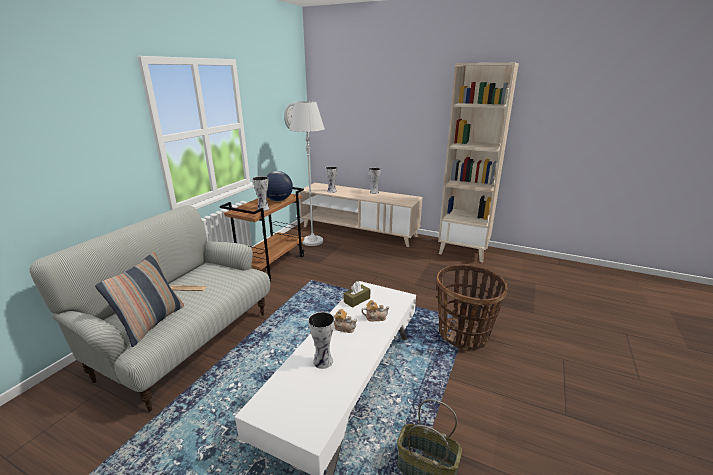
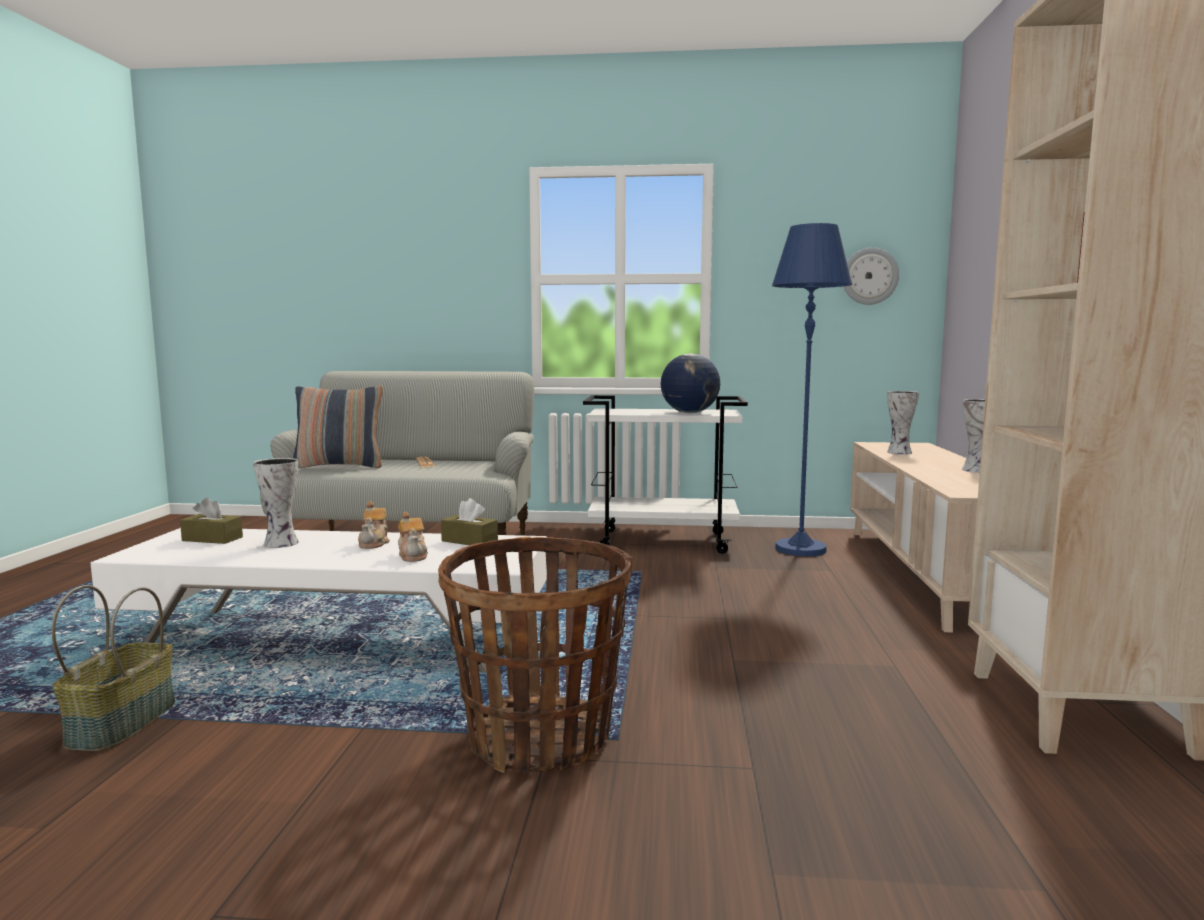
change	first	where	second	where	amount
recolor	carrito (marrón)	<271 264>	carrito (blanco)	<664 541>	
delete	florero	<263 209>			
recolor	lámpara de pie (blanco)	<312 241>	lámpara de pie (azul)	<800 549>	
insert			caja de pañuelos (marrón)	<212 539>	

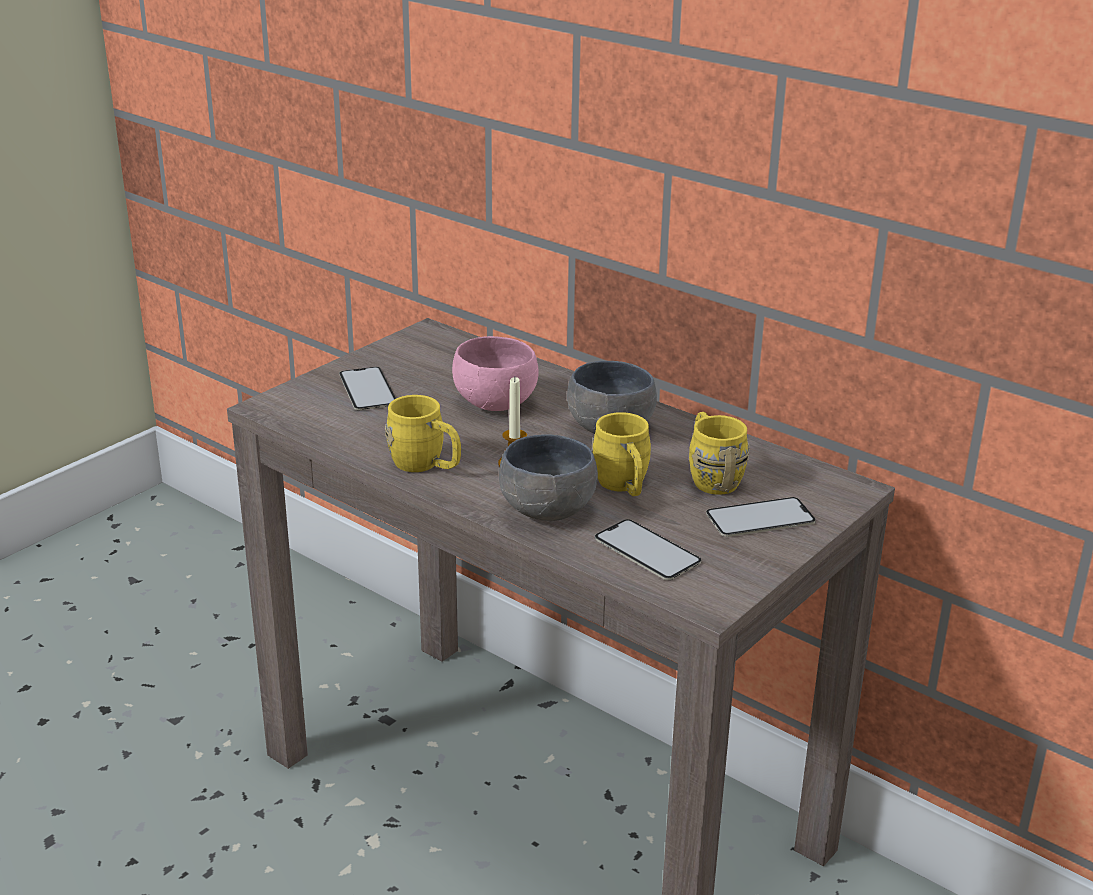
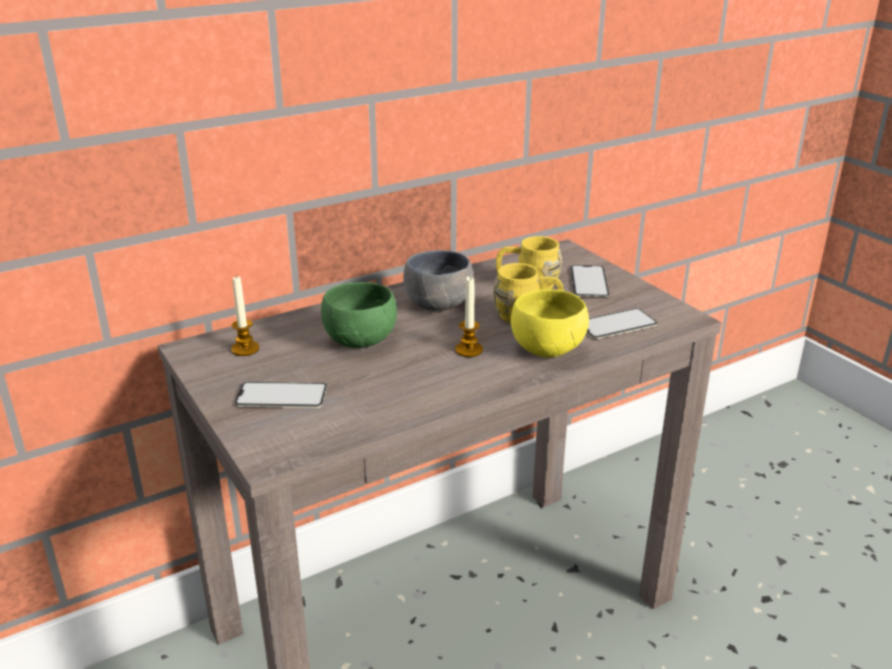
change	first	where	second	where	amount
delete	taza grande (amarillo)	<426 466>			
recolor	cuenco (rosa)	<498 403>	cuenco (verde)	<360 339>	
recolor	cuenco (gris)	<550 509>	cuenco (amarillo)	<545 348>	
insert			vela	<245 349>	

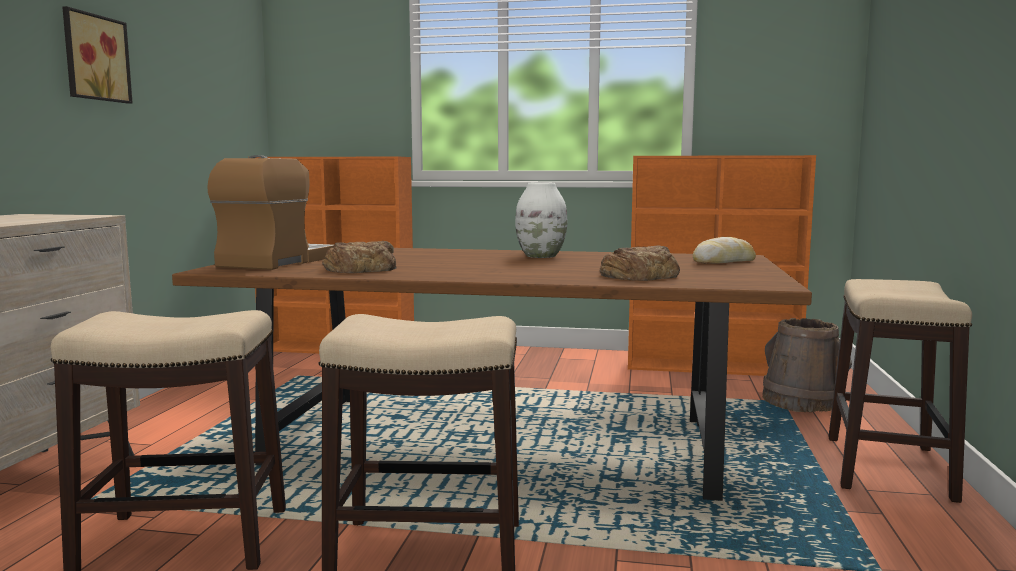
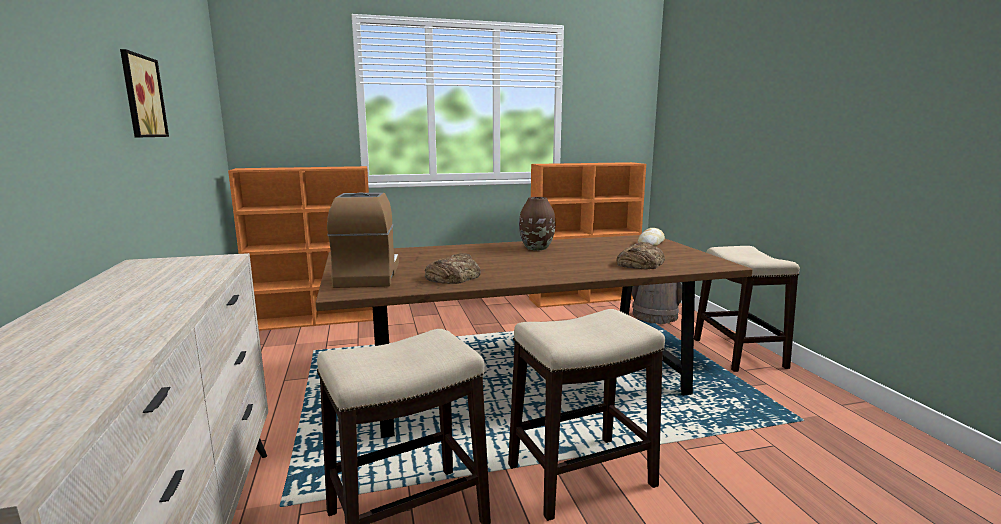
change	first	where	second	where	amount
recolor	florero (blanco)	<541 256>	florero (marrón)	<537 248>	

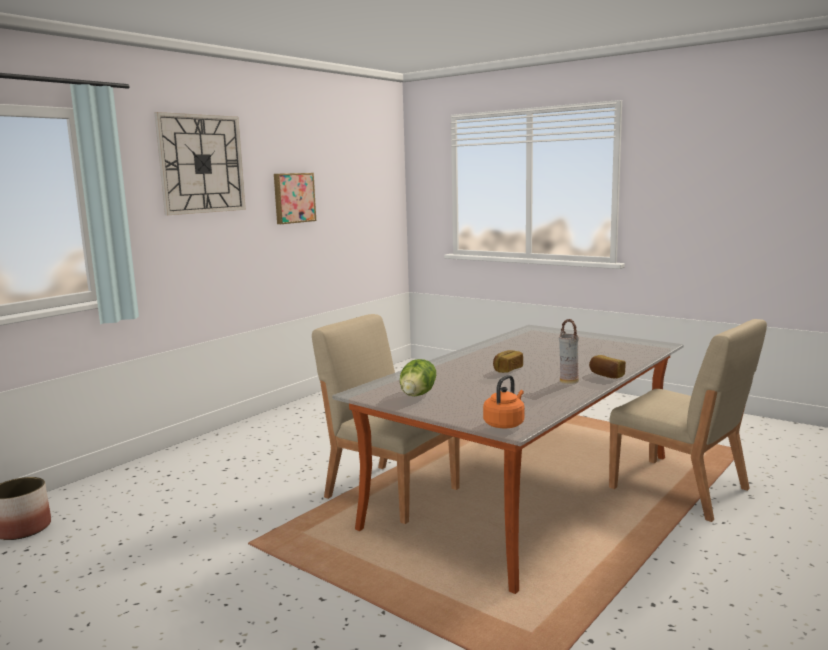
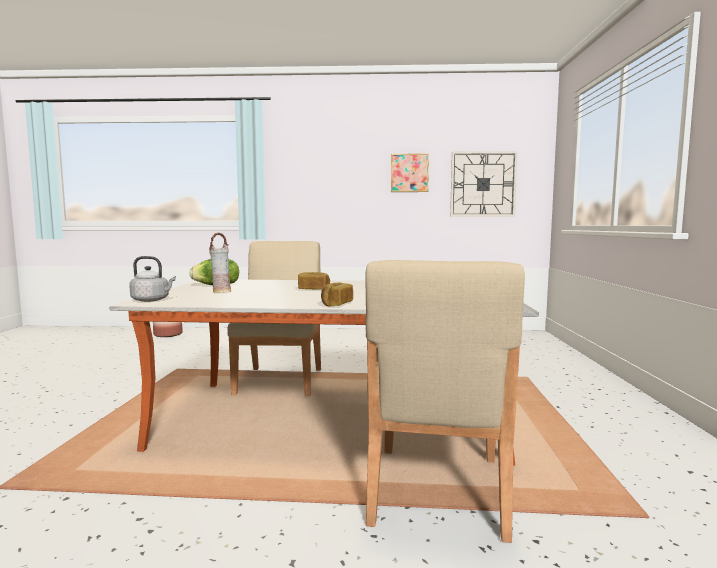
change	first	where	second	where	amount
move	reloj de pared	<201 164>		<483 184>	
recolor	hervidor (naranja)	<505 424>	hervidor (gris)	<152 300>	
move	florero	<568 381>		<221 292>	

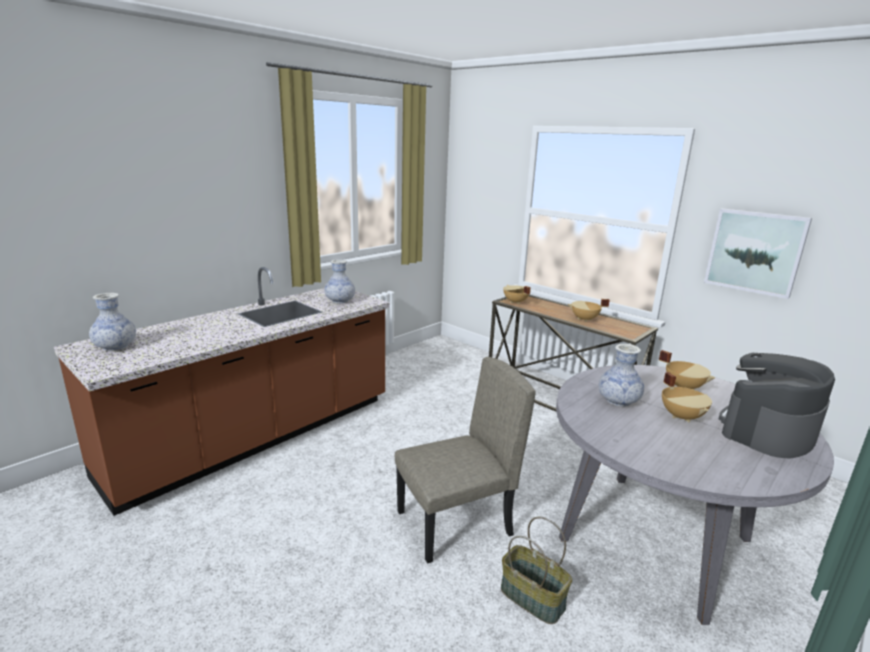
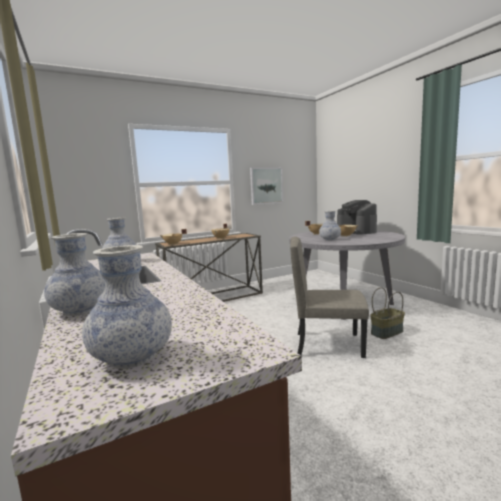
change	first	where	second	where	amount
rotate	silla (beis)	<454 524>		<328 344>	75 degrees counterclockwise
insert			florero	<81 310>	

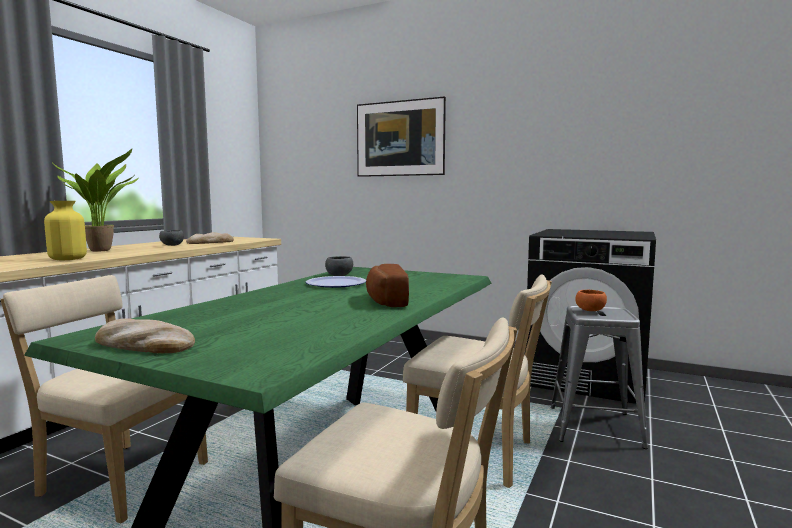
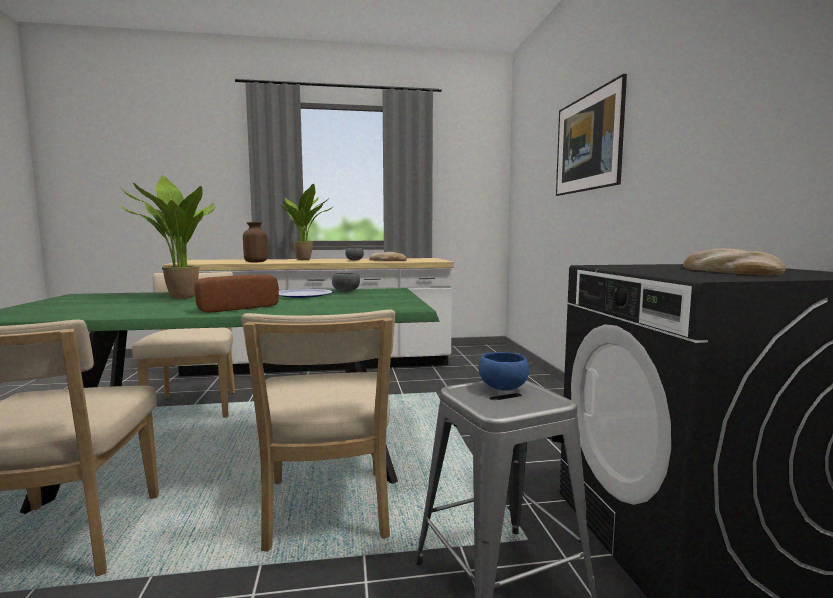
change	first	where	second	where	amount
recolor	florero (amarillo)	<68 259>	florero (marrón)	<256 262>	
move	pan	<143 345>		<727 271>	
recolor	cuenco (naranja)	<591 310>	cuenco (azul)	<502 388>	
insert			planta en maceta	<178 298>	

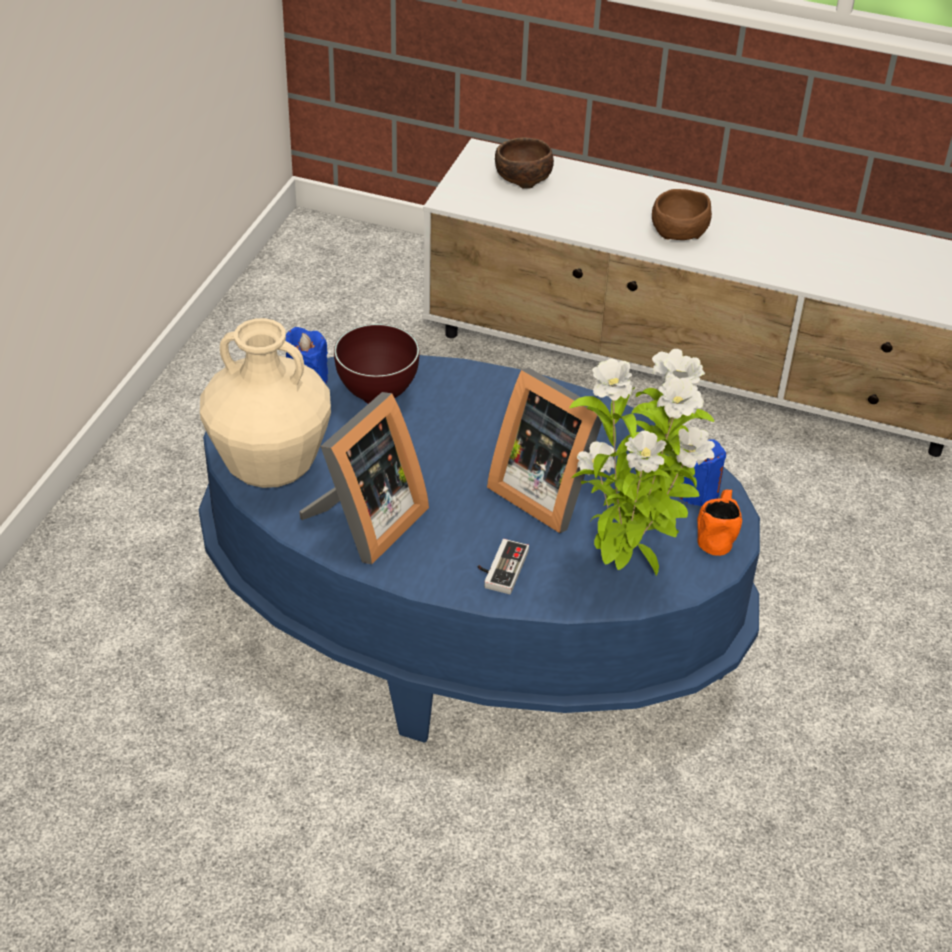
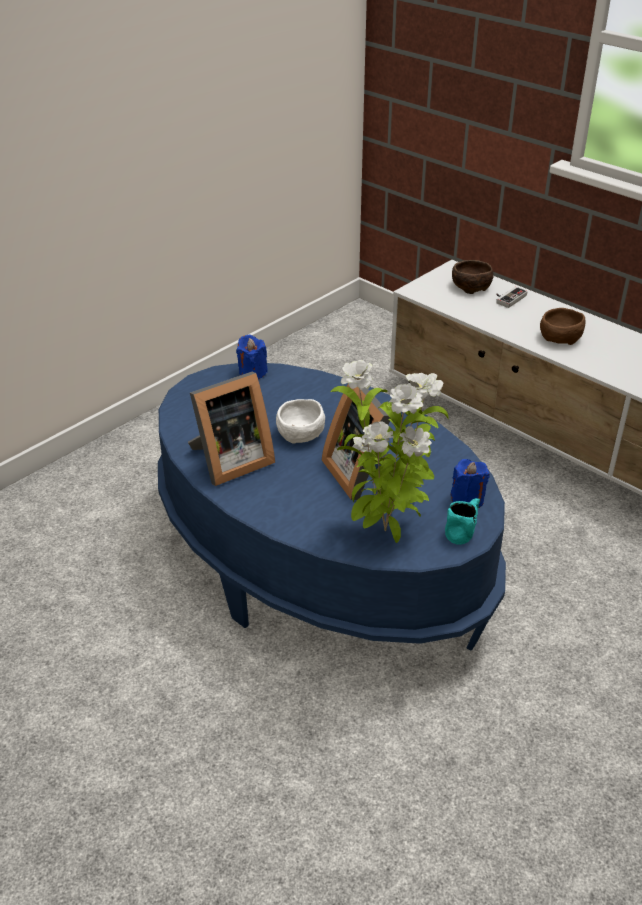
change	first	where	second	where	amount
delete	florero (beis)	<272 469>			
delete	cuenco (marrón)	<375 397>			
move	mando de consola	<500 568>		<508 298>	
recolor	taza grande (naranja)	<716 534>	taza grande (turquesa)	<463 530>	
insert			cuenco (blanco)	<299 434>	

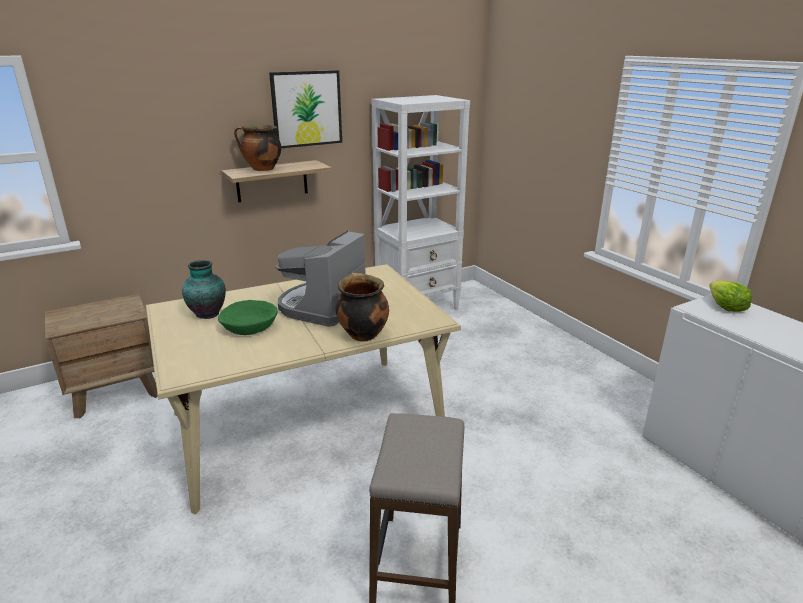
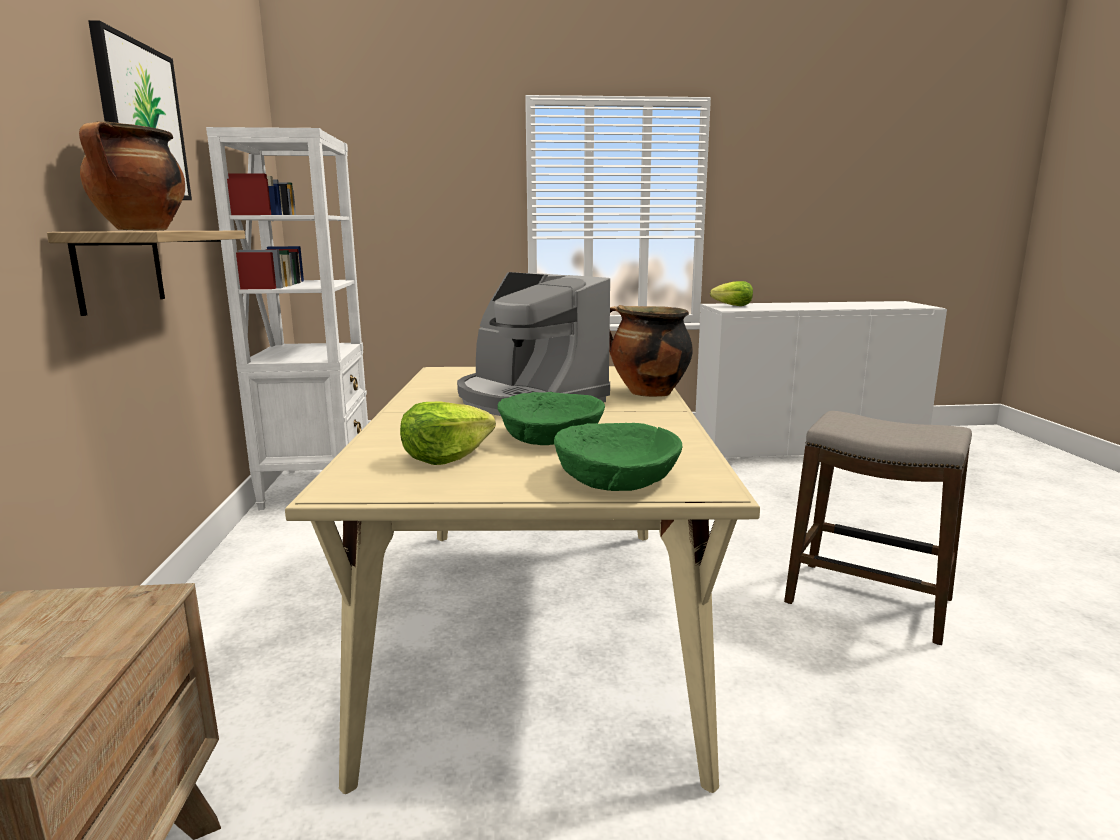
change	first	where	second	where	amount
replace	florero	<208 313>	lechuga	<445 457>	
insert			cuenco (verde)	<616 477>	

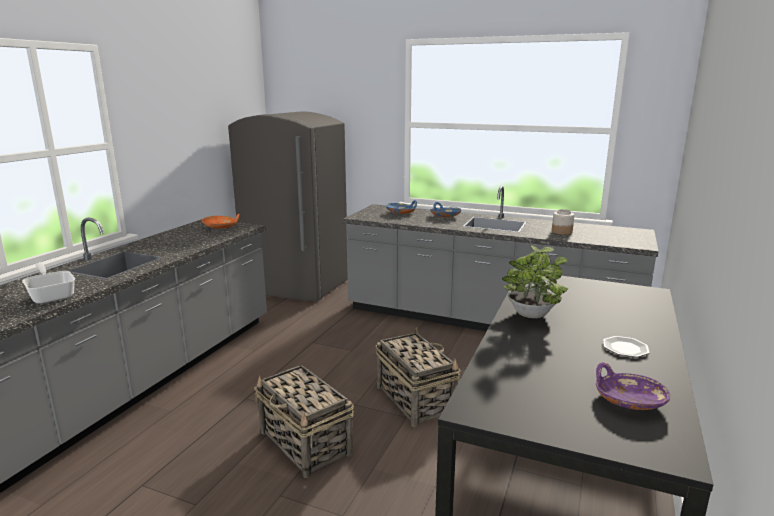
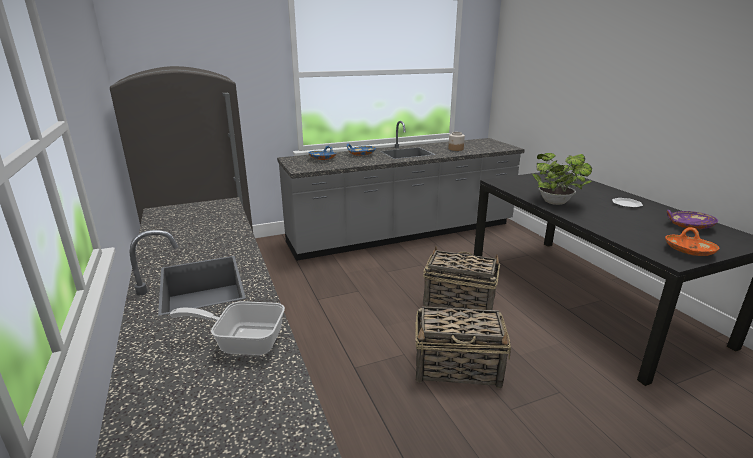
change	first	where	second	where	amount
move	cuenco (naranja)	<221 227>		<688 251>	

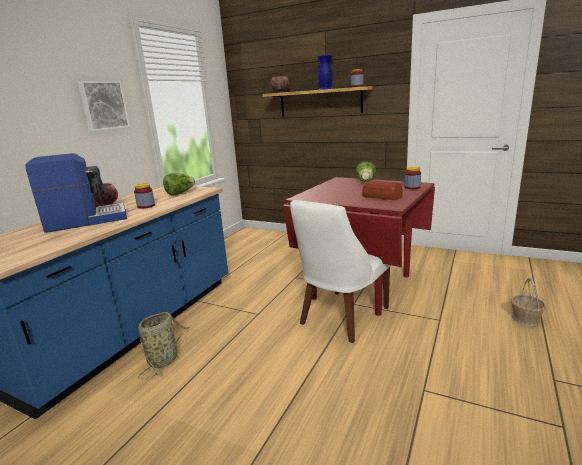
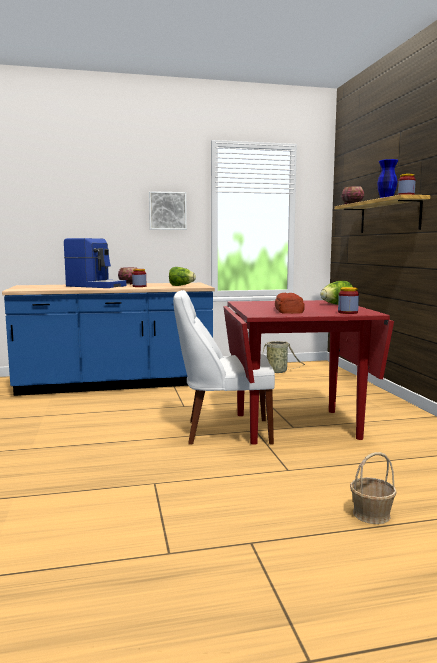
change	first	where	second	where	amount
move	cesta	<164 359>		<278 372>	

